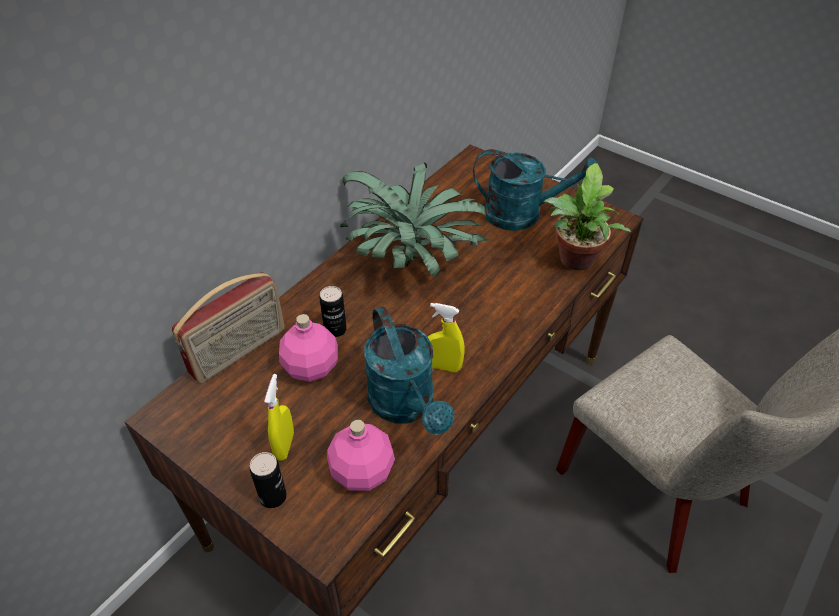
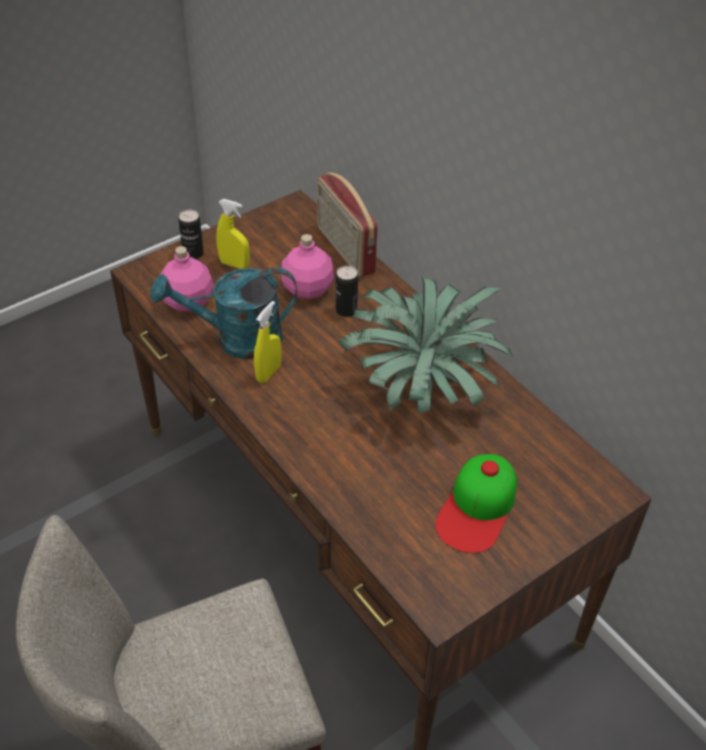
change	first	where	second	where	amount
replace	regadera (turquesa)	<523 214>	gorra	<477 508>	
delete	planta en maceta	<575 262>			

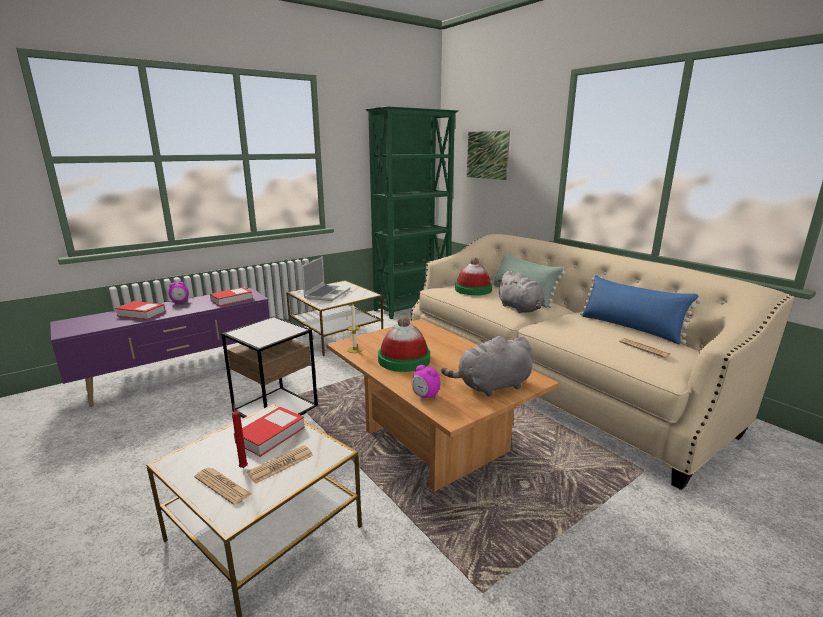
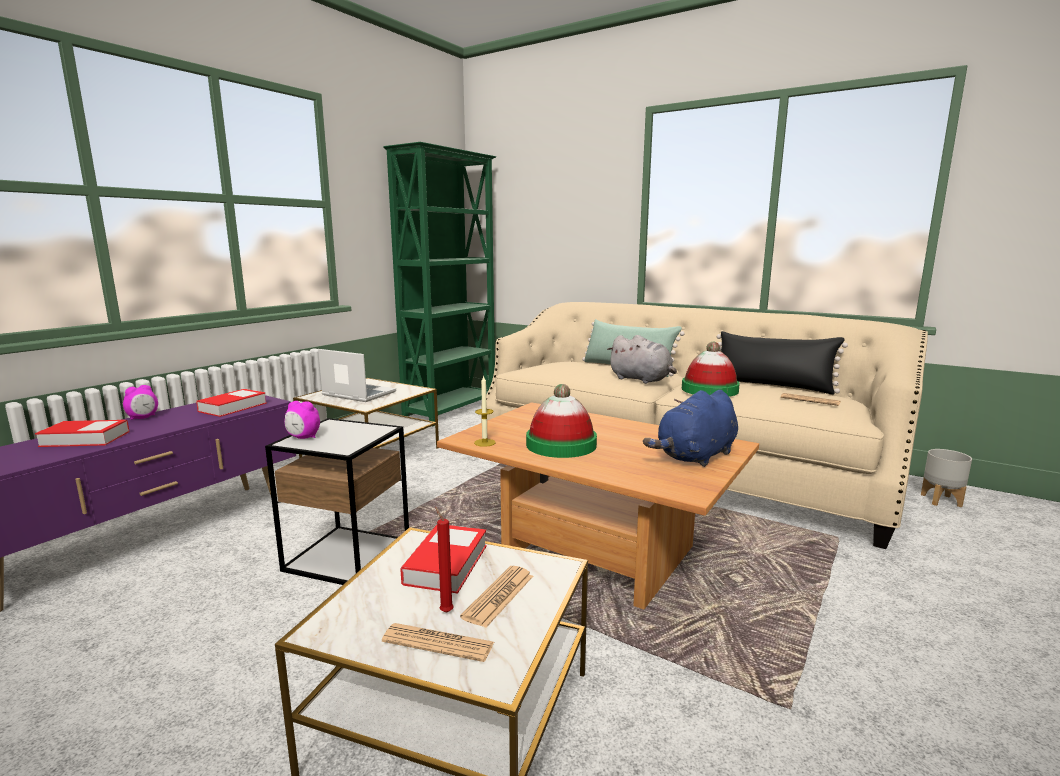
change	first	where	second	where	amount
rotate	portátil	<327 293>		<357 394>	60 degrees counterclockwise
move	despertador	<425 396>		<303 437>	
recolor	peluche (gris)	<491 386>	peluche (azul)	<695 457>	
move	sombrero	<473 289>		<709 390>	
delete	cuadro	<487 155>			
recolor	cojín (azul)	<630 328>	cojín (negro)	<772 386>	
insert			maceta (gris)	<941 500>	

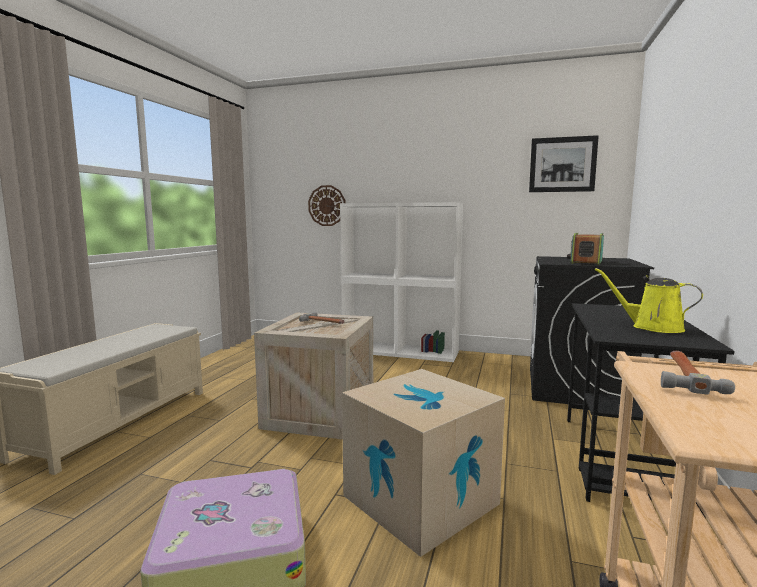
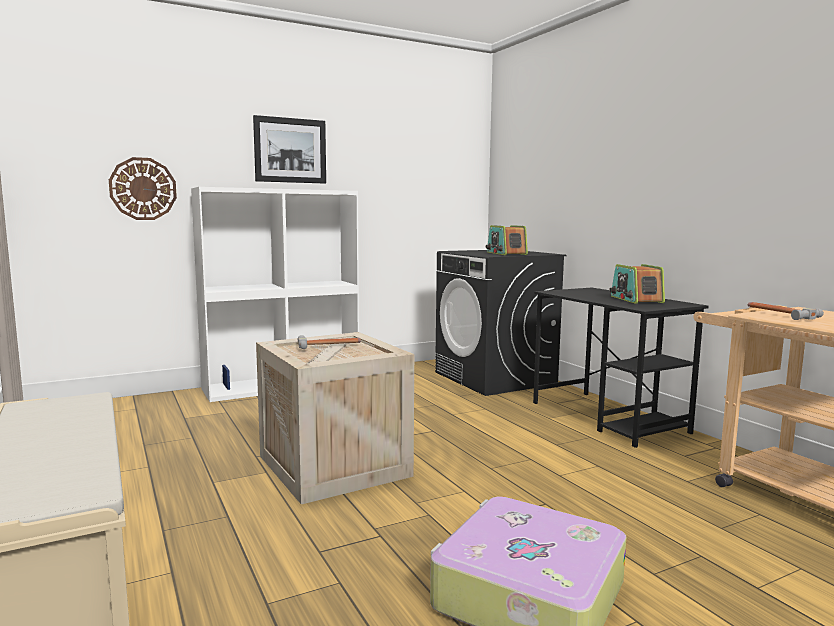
change	first	where	second	where	amount
delete	caja de cartón	<420 499>			
move	cuadro	<562 164>		<290 150>	
replace	regadera (amarillo)	<651 327>	radio	<636 299>	

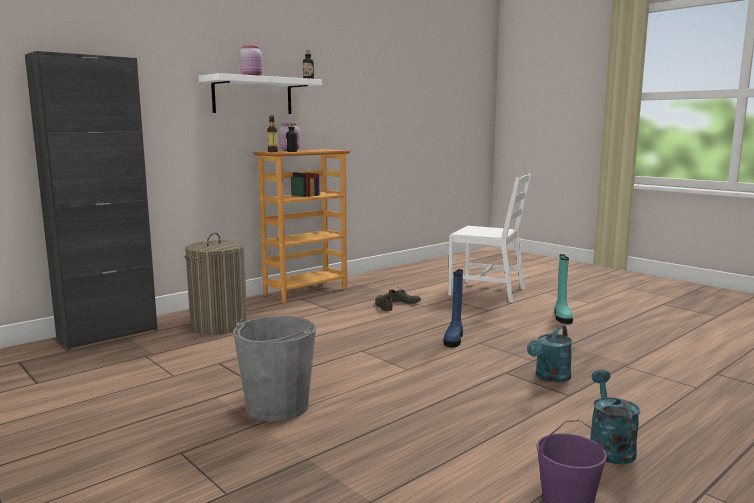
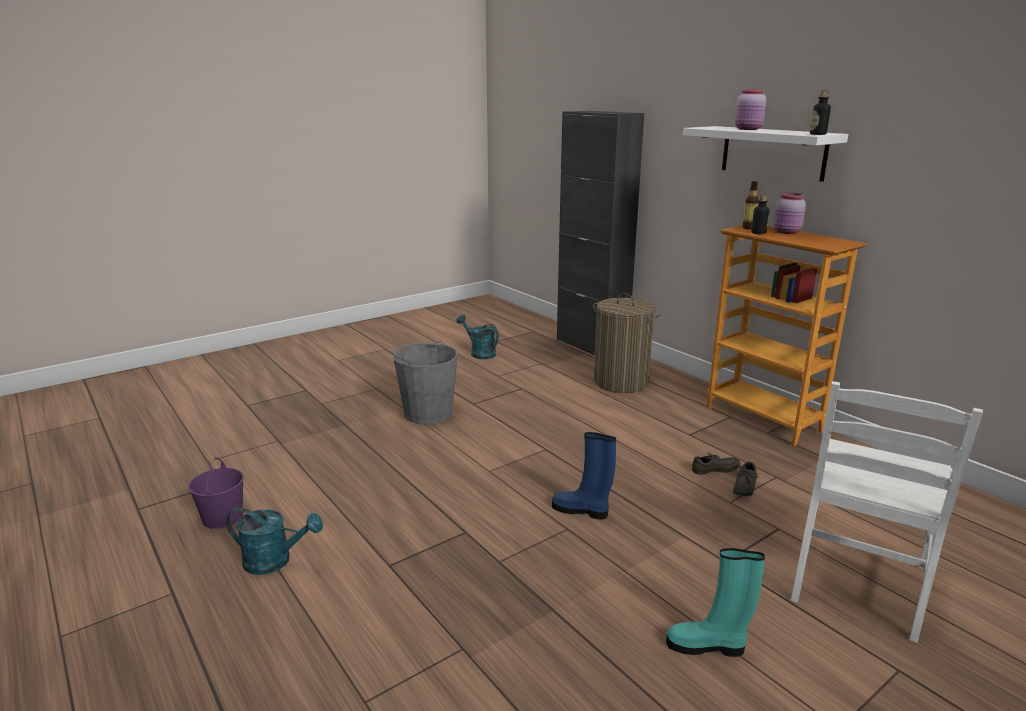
change	first	where	second	where	amount
move	regadera (turquesa)	<550 377>		<479 353>	

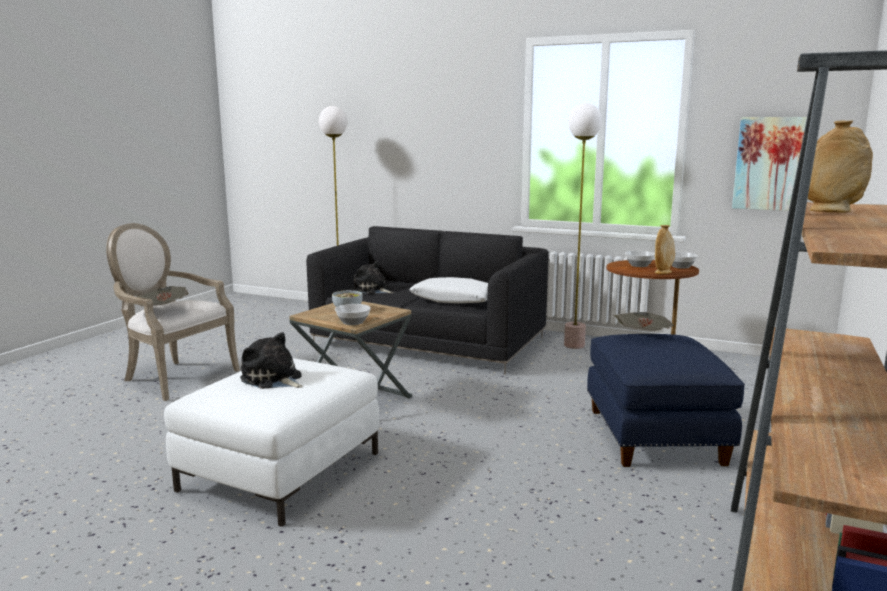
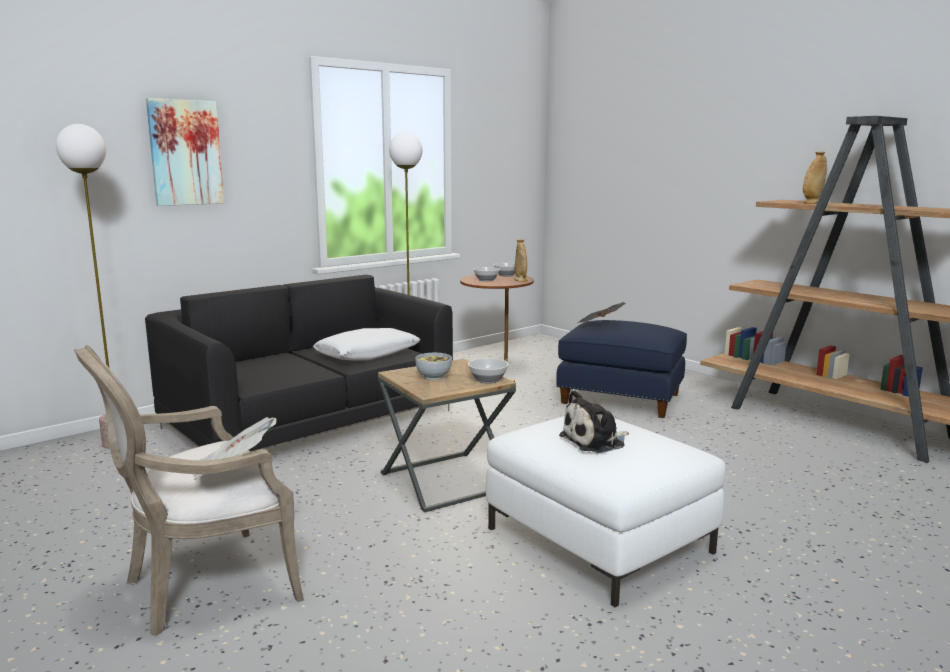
change	first	where	second	where	amount
delete	peluche	<373 290>			
move	cuadro	<768 163>		<185 153>	

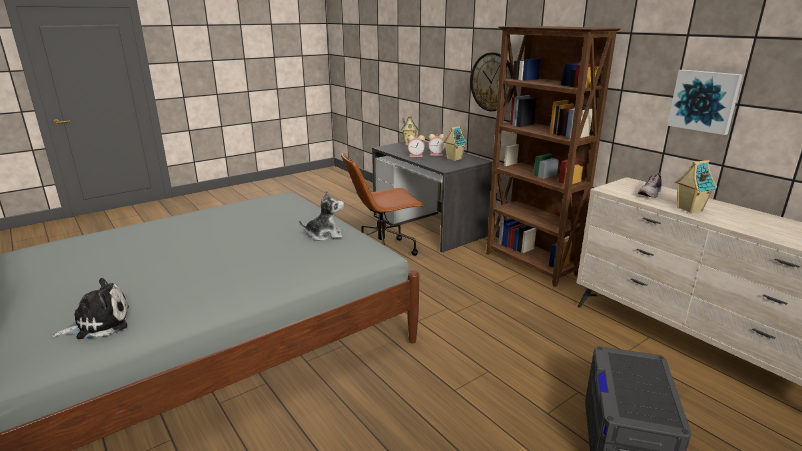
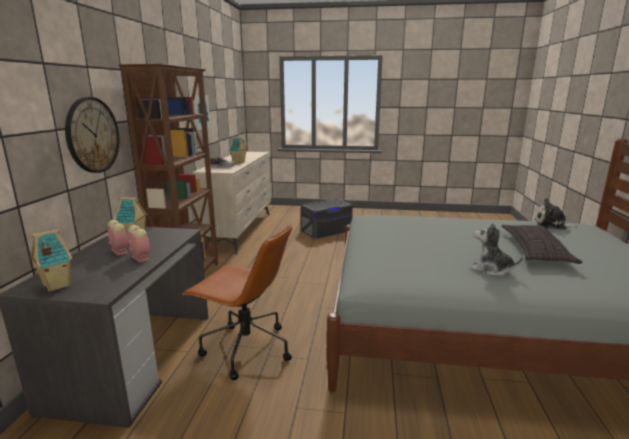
change	first	where	second	where	amount
move	peluche	<324 235>		<491 269>	
insert			cojín	<535 250>	

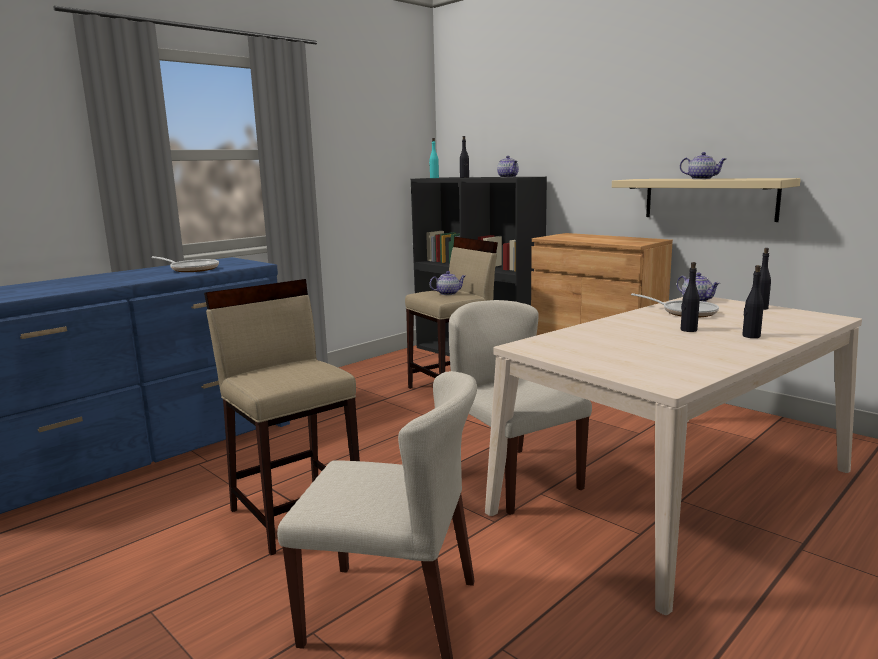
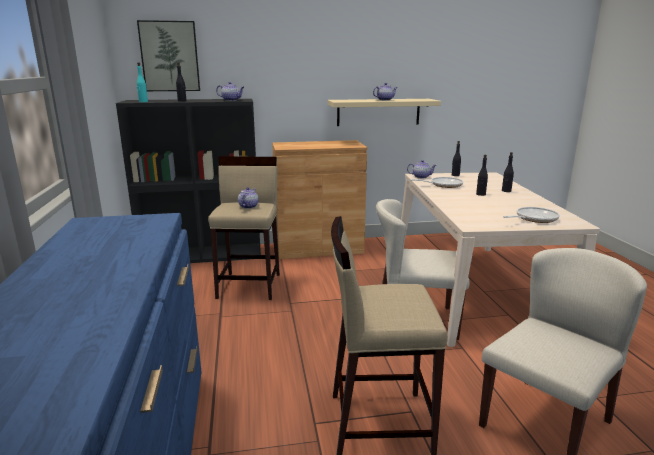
change	first	where	second	where	amount
move	sartén	<192 269>		<533 219>	
insert			cuadro	<170 56>	

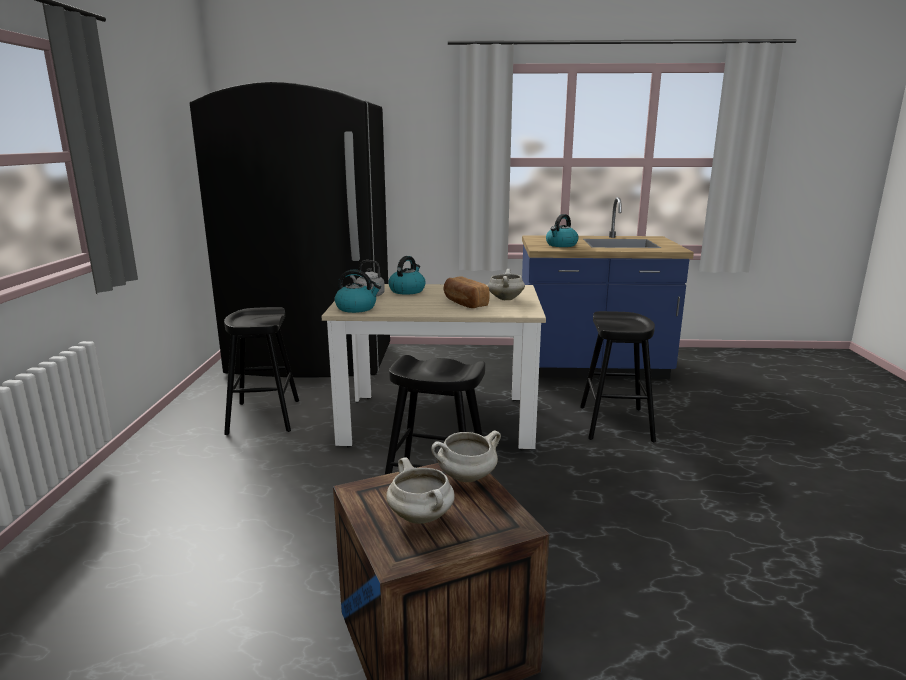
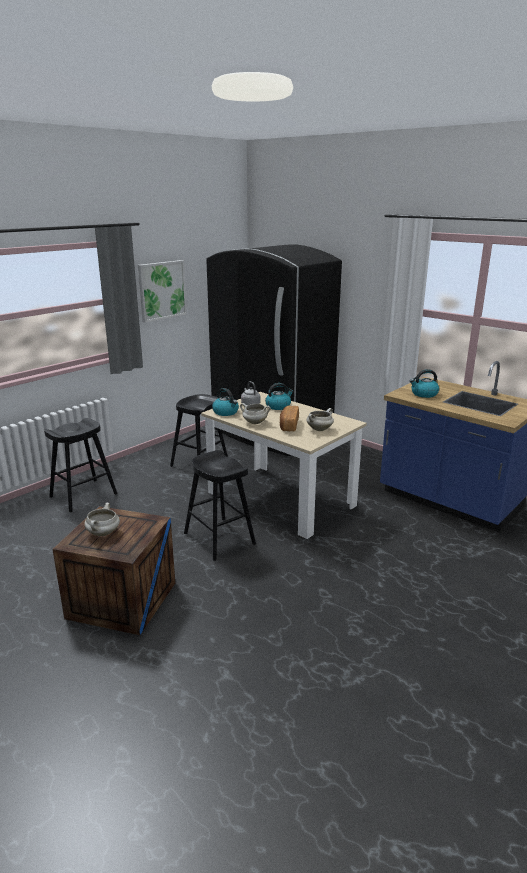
change	first	where	second	where	amount
move	olla (blanco)	<466 478>		<254 423>	
move	taburete (negro)	<615 423>		<83 495>	
insert			cuadro	<162 290>	

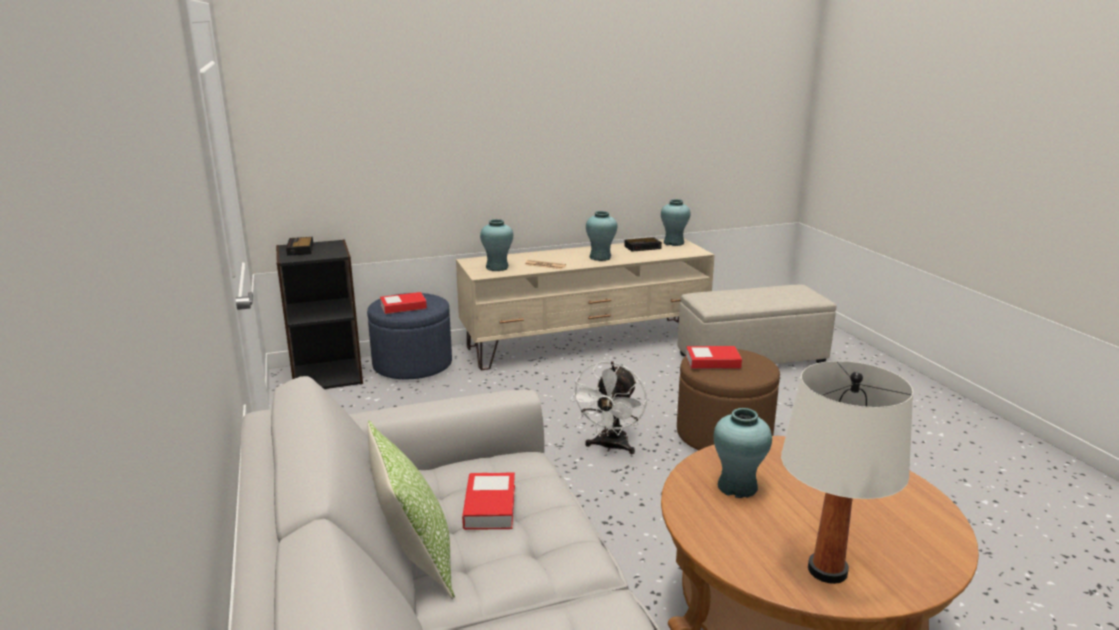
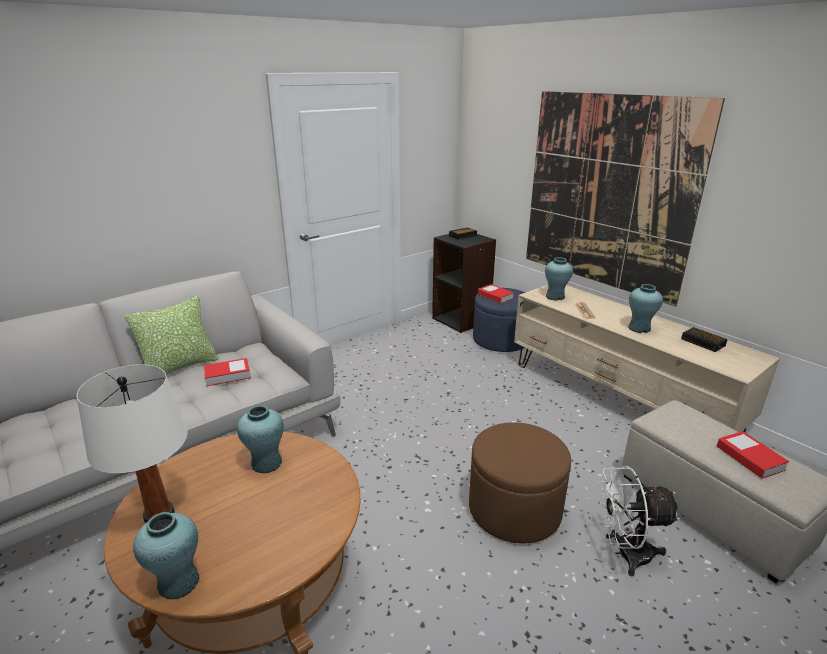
change	first	where	second	where	amount
move	ventilador (blanco)	<610 447>		<625 553>	
move	florero (turquesa)	<674 243>		<178 582>	
move	libro	<712 362>		<749 458>	
insert			cuadro	<606 193>	

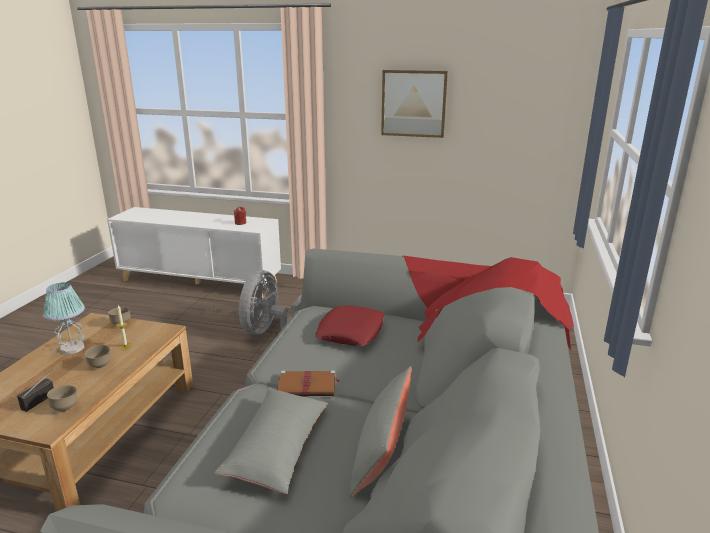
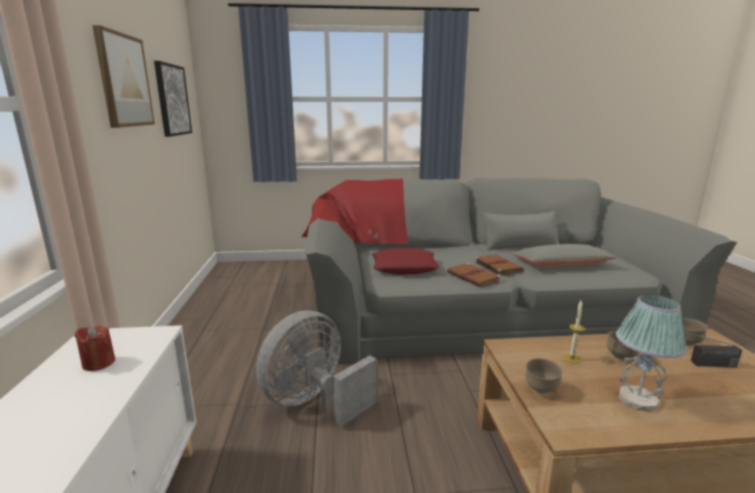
change	first	where	second	where	amount
rotate	ventilador (gris)	<270 331>		<314 402>	135 degrees clockwise
insert			cuadro	<172 100>	
insert			libro (marrón)	<474 277>	

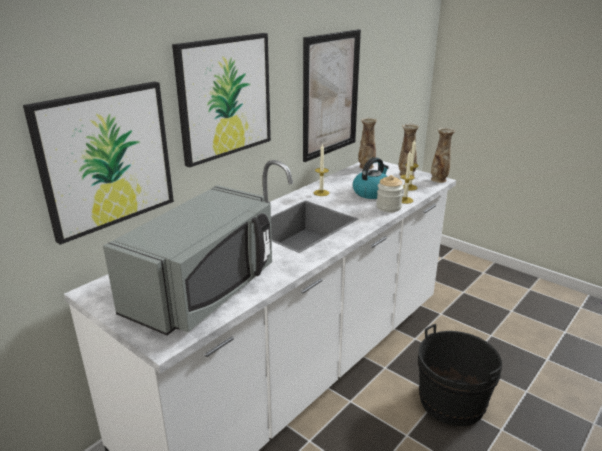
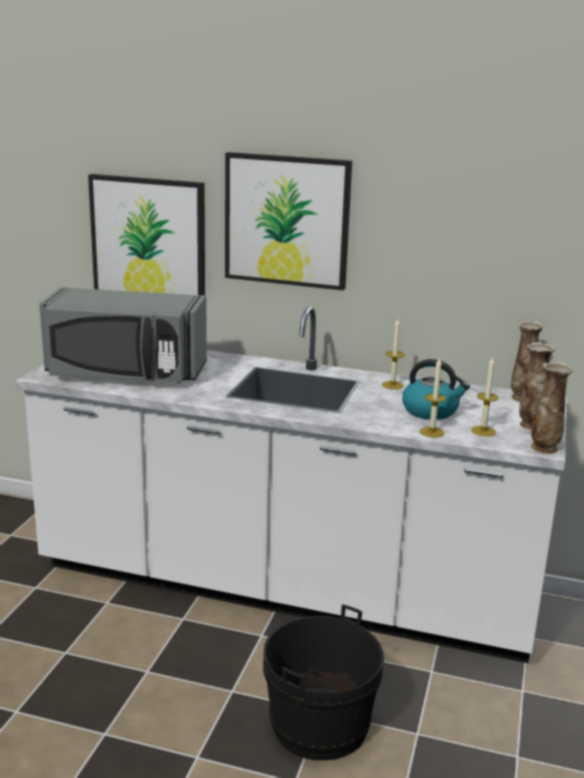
change	first	where	second	where	amount
delete	cuadro	<330 95>			
delete	tarro	<388 207>			

